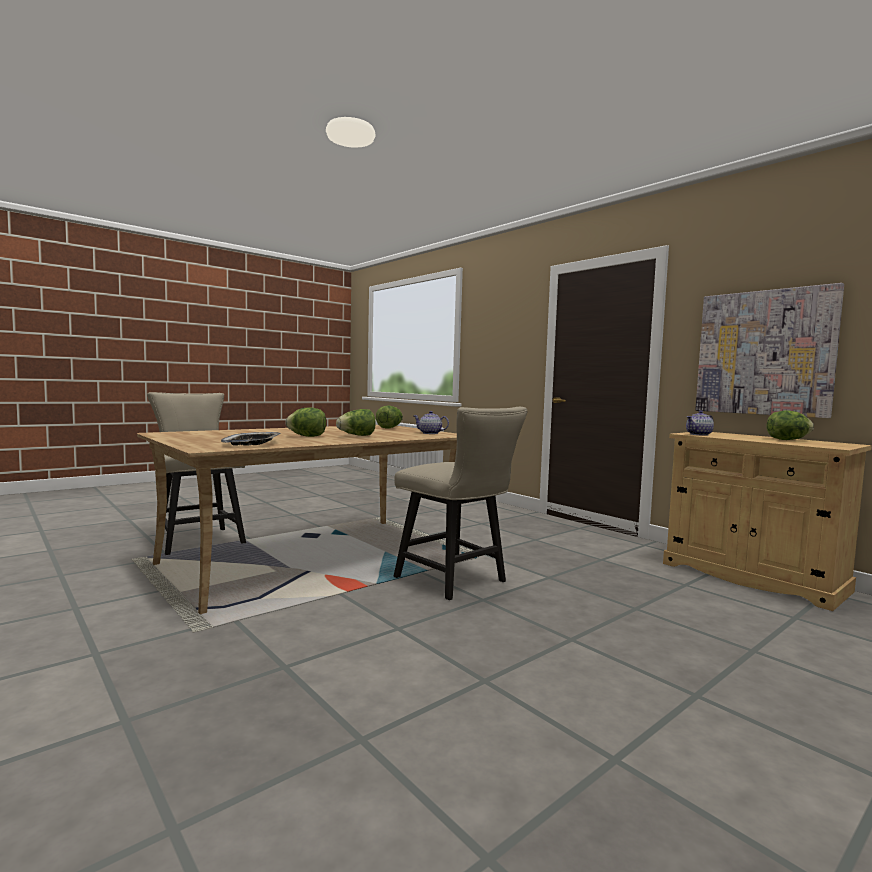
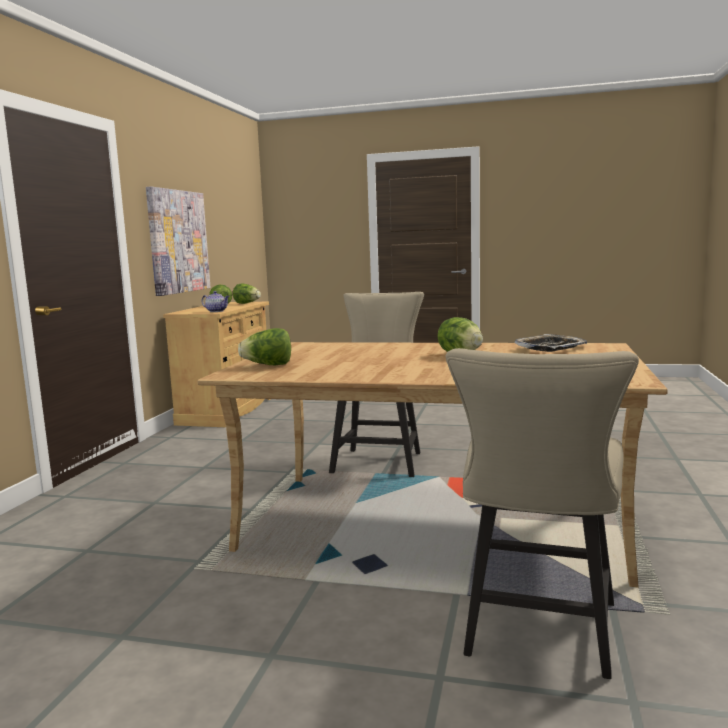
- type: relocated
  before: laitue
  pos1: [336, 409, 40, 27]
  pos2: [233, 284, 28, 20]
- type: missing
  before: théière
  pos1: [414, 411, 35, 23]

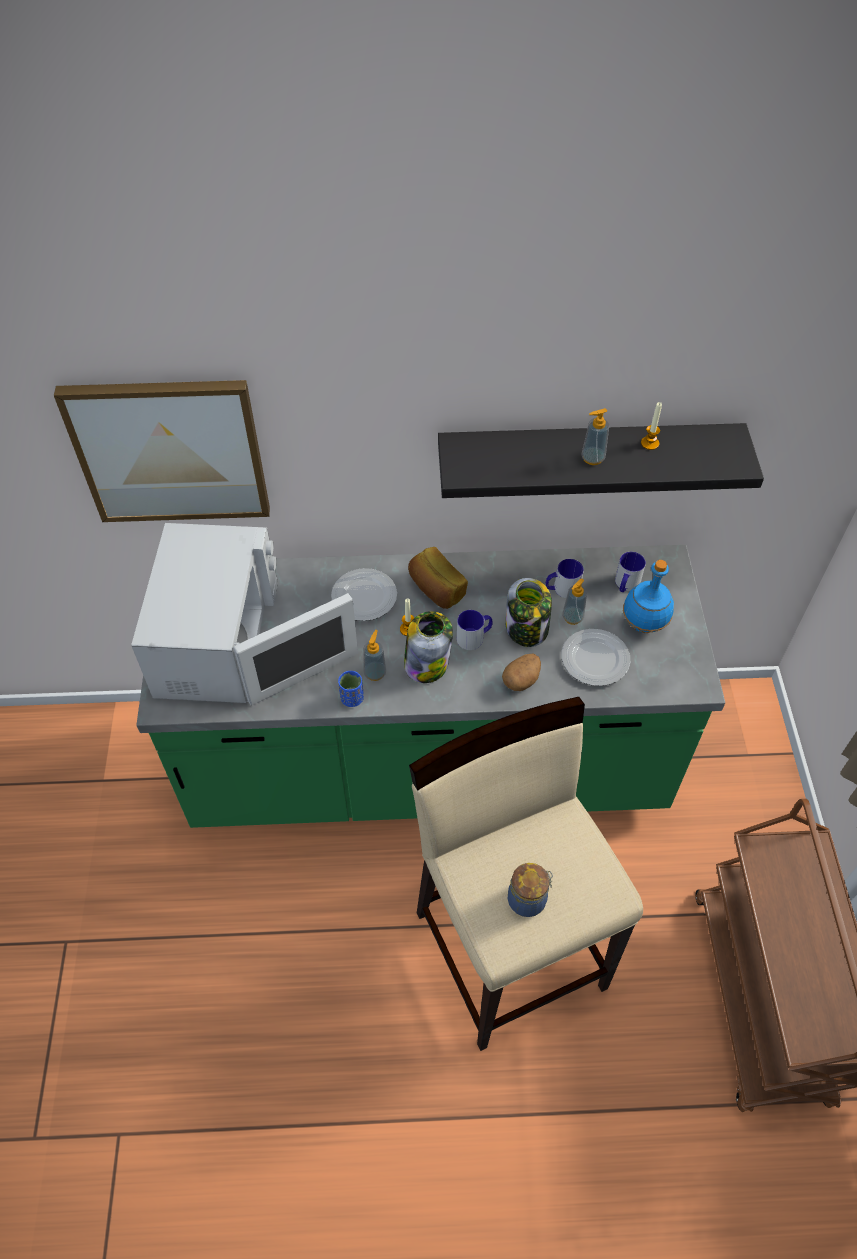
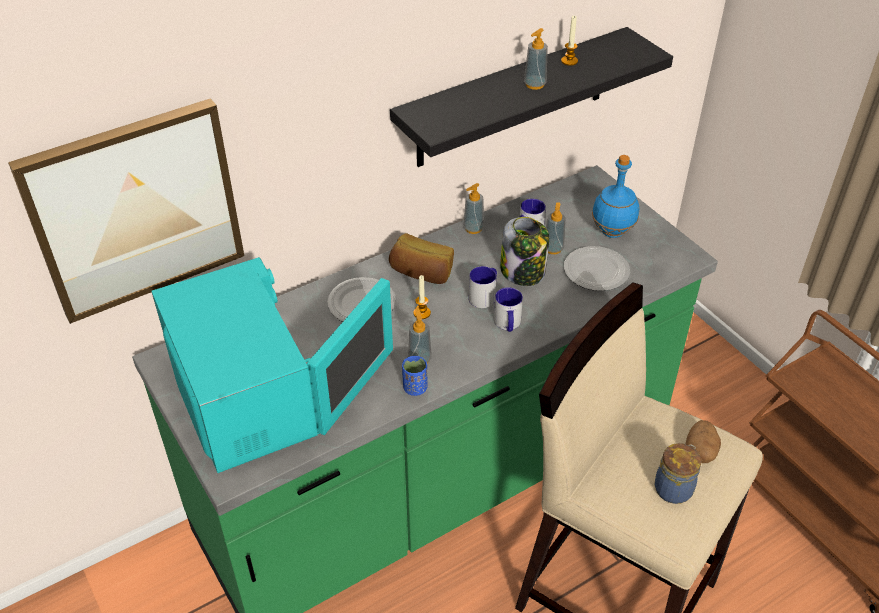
- type: colour
  before: micro-ondes [blanc]
  after: micro-ondes [turquoise]
  pos1: [131, 523, 227, 183]
  pos2: [151, 257, 242, 216]
- type: appeared
  after: distributeur de savon
  pos2: [463, 183, 21, 51]
- type: relocated
  before: mug
  pos1: [615, 552, 31, 40]
  pos2: [494, 287, 29, 45]
- type: relocated
  before: pomme de terre
  pos1: [502, 653, 39, 38]
  pos2: [686, 420, 35, 43]
- type: missing
  before: bocal
  pos1: [404, 611, 49, 72]

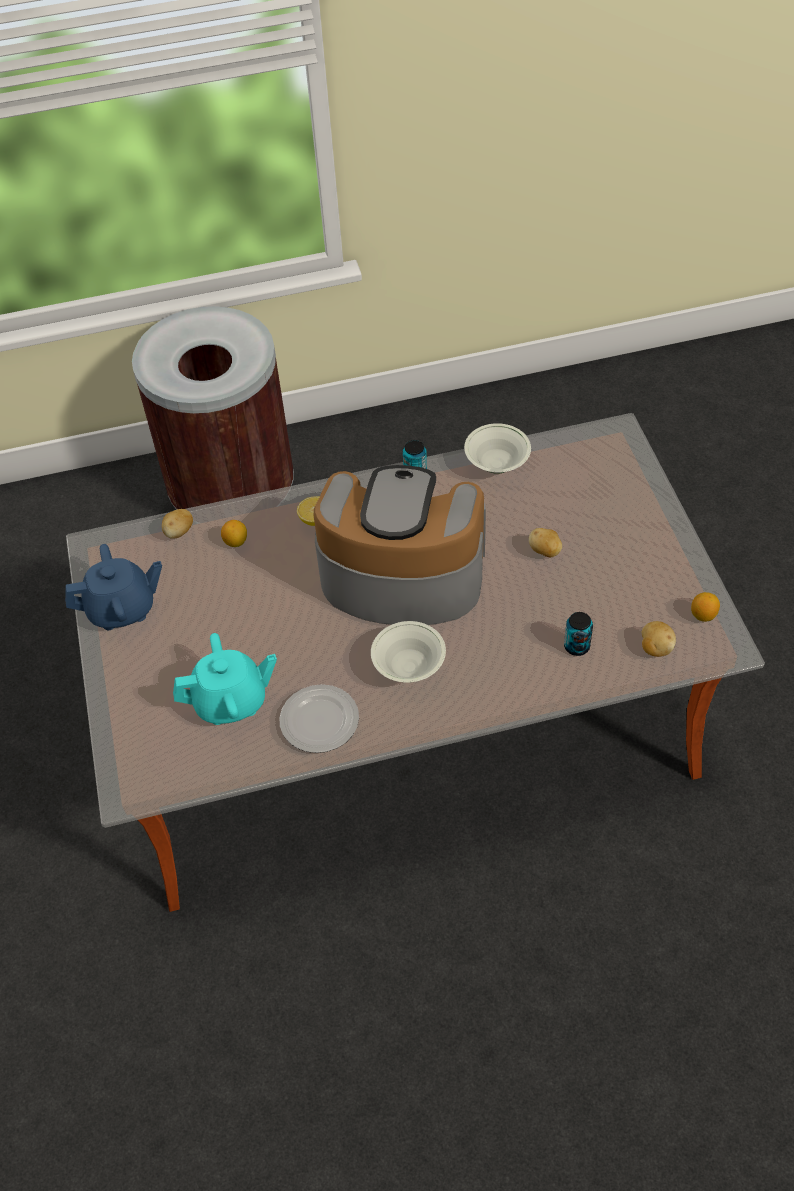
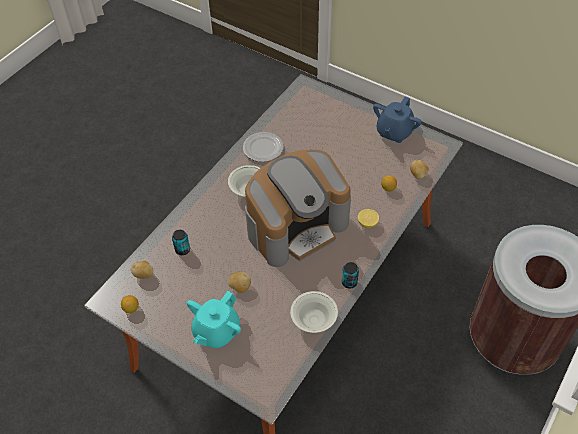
- type: relocated
  before: théière [turquoise]
  pos1: [173, 633, 104, 92]
  pos2: [187, 291, 54, 57]

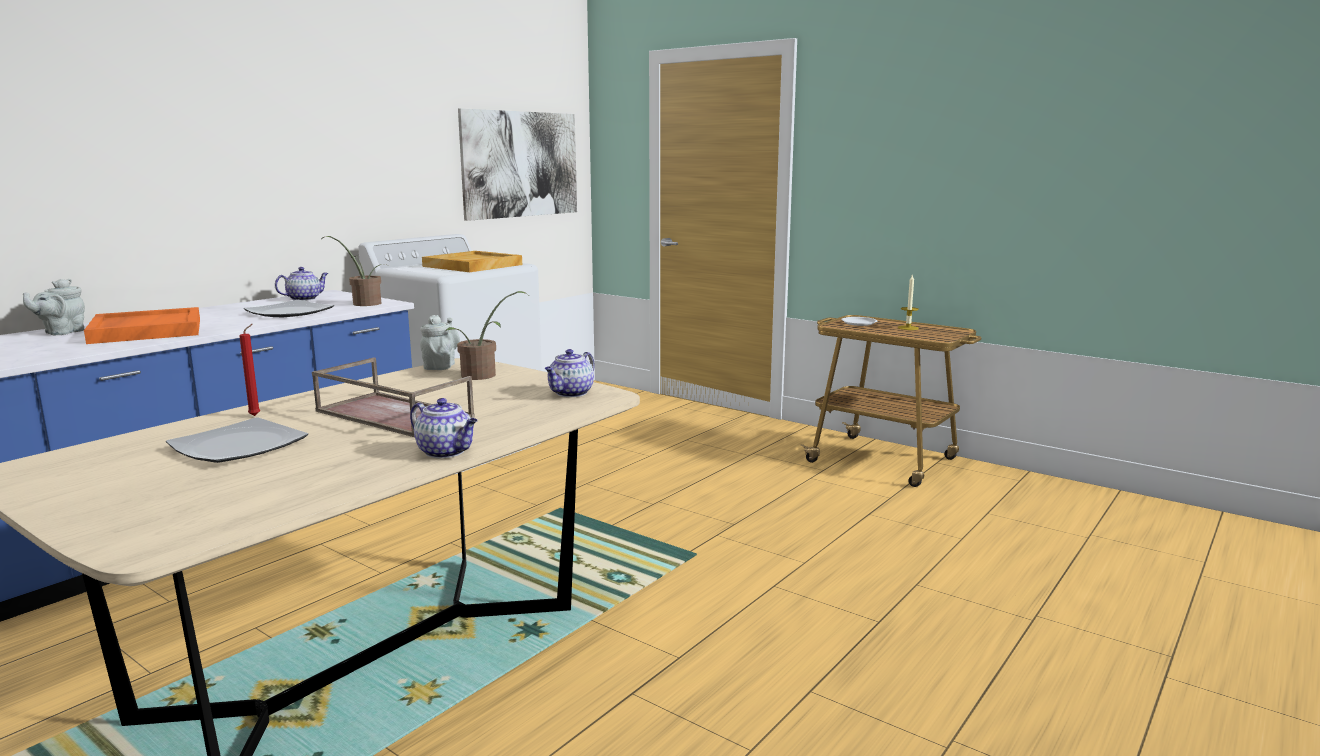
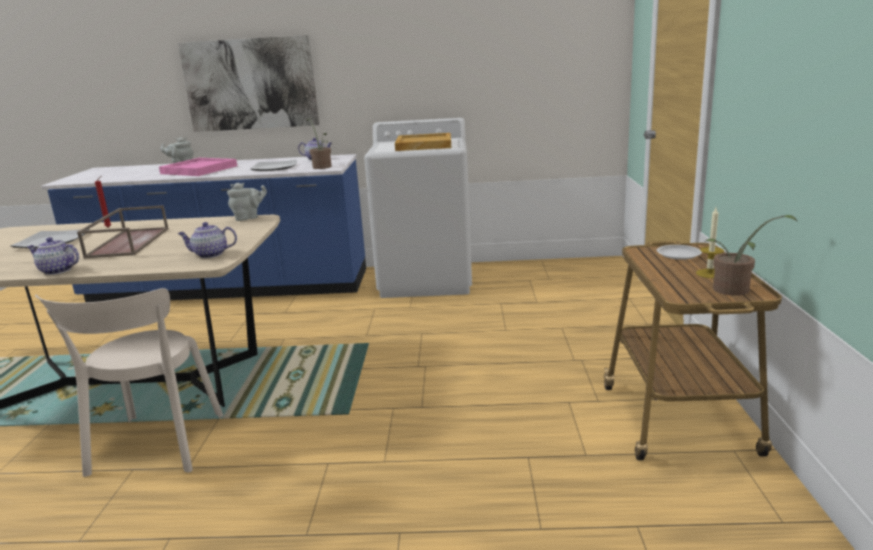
- type: spun
  before: théière
  pos1: [410, 398, 68, 60]
  pos2: [27, 237, 52, 38]
  turn: 105
- type: appeared
  after: chaise [beige]
  pos2: [35, 288, 188, 189]
- type: colour
  before: plateau [orange]
  after: plateau [rose]
  pos1: [84, 307, 116, 37]
  pos2: [159, 158, 78, 18]
- type: relocated
  before: tableau
  pos1: [458, 108, 119, 113]
  pos2: [178, 35, 141, 97]
- type: relocated
  before: plante en pot
  pos1: [445, 291, 83, 89]
  pos2: [704, 215, 94, 81]

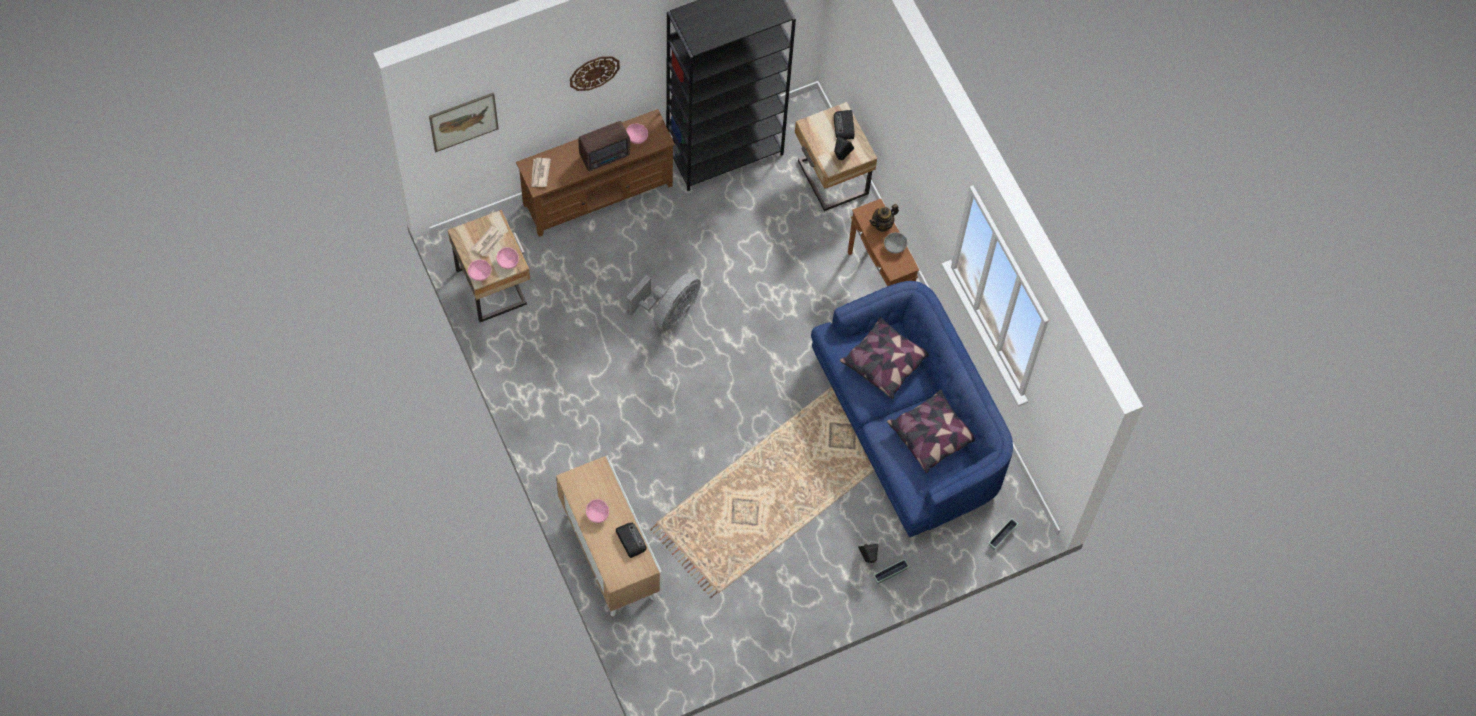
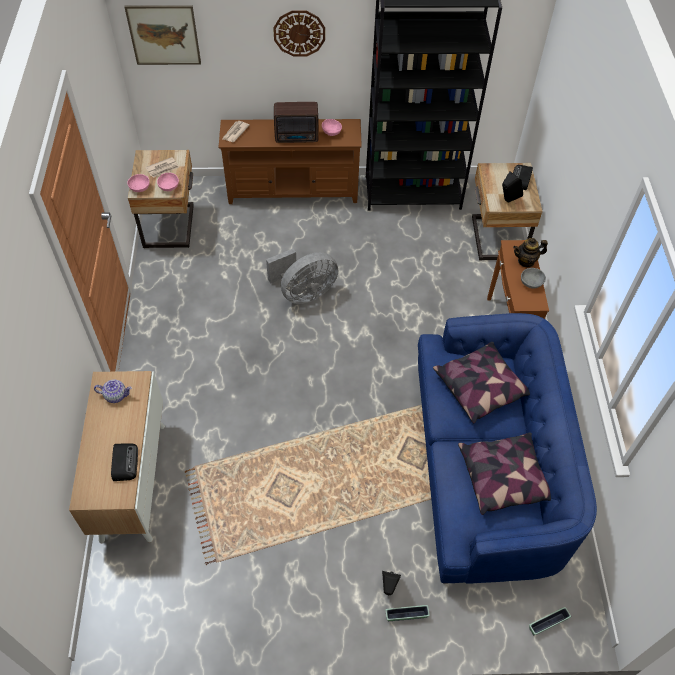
- type: appeared
  after: théière
  pos2: [94, 380, 38, 23]
- type: missing
  before: bol [rose]
  pos1: [586, 499, 23, 24]

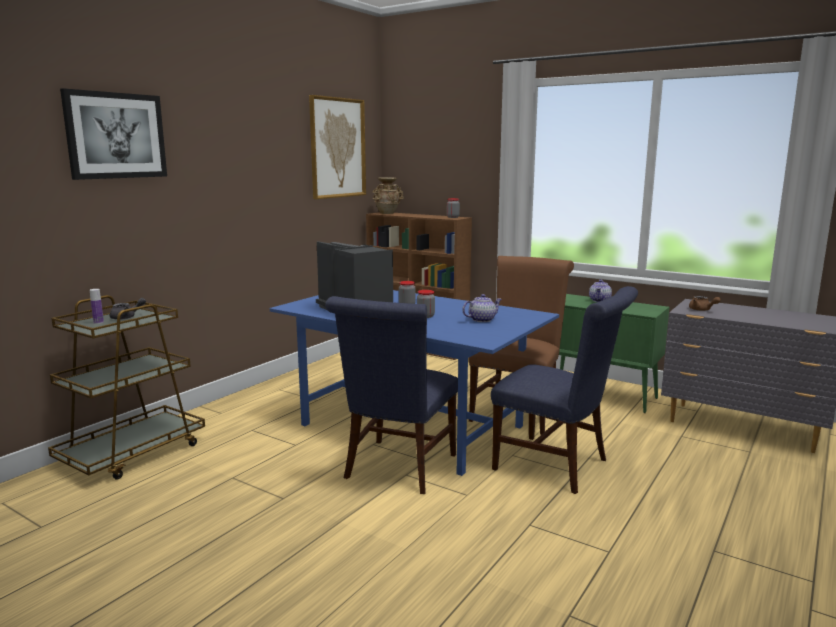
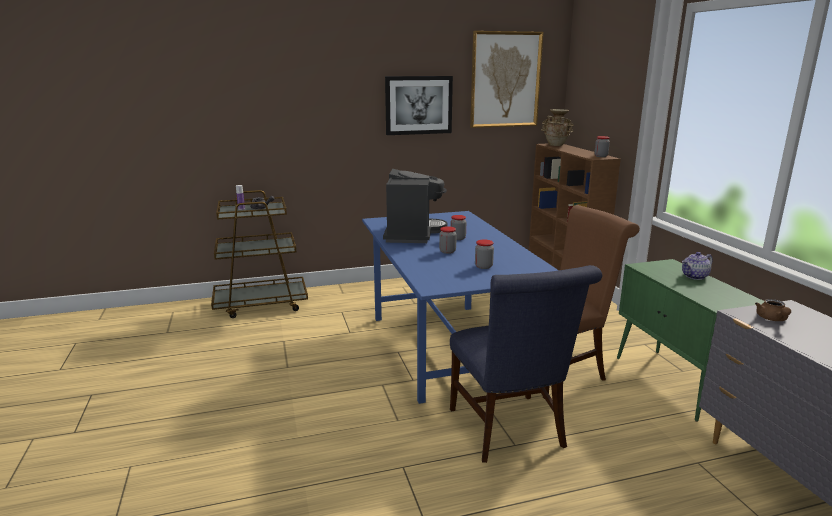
- type: relocated
  before: tableau
  pos1: [60, 88, 107, 92]
  pos2: [385, 76, 68, 59]
- type: exchanged
  before: théière
  after: bocal
  pos1: [462, 294, 40, 28]
  pos2: [475, 239, 19, 30]
- type: missing
  before: chaise [bleu]
  pos1: [325, 296, 133, 198]

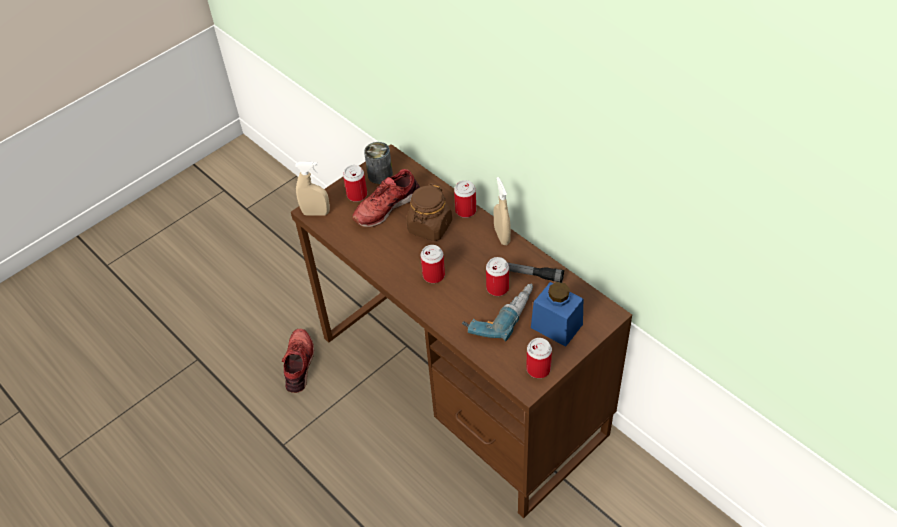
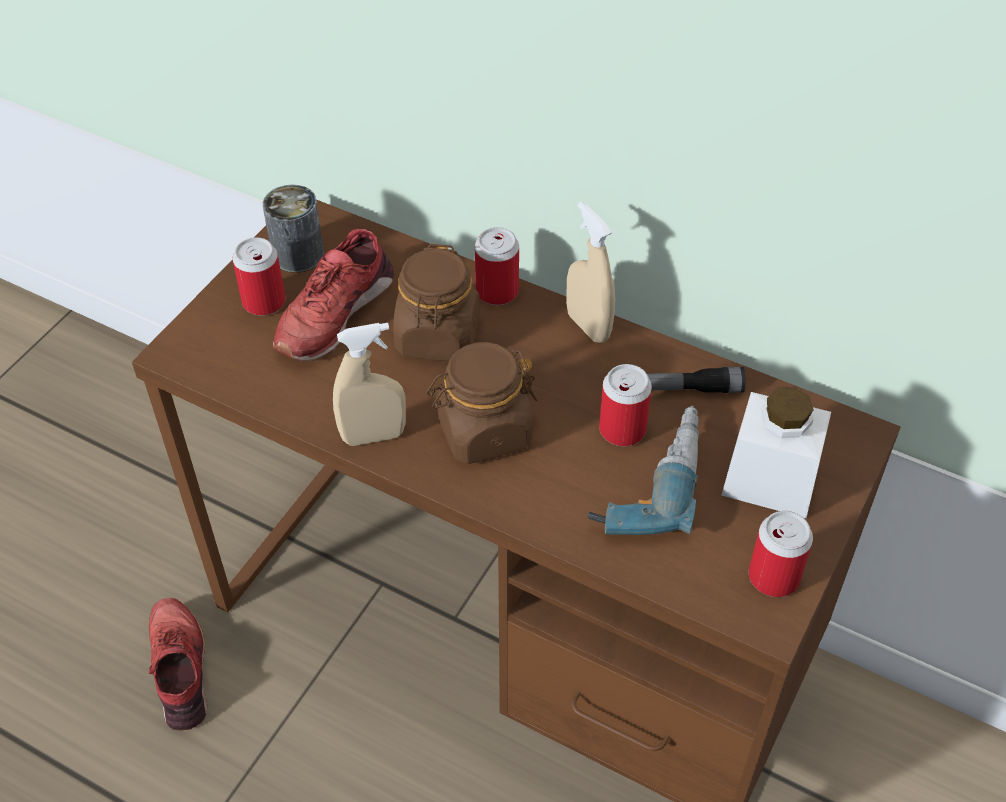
- type: relocated
  before: vaporisateur [beige]
  pos1: [295, 162, 35, 54]
  pos2: [333, 323, 73, 123]
- type: exchanged
  before: boîte métallique
  after: bocal [marron]
  pos1: [421, 245, 24, 38]
  pos2: [426, 342, 112, 122]
- type: colour
  before: bocal [bleu]
  after: bocal [blanc]
  pos1: [531, 282, 52, 65]
  pos2: [721, 387, 110, 131]

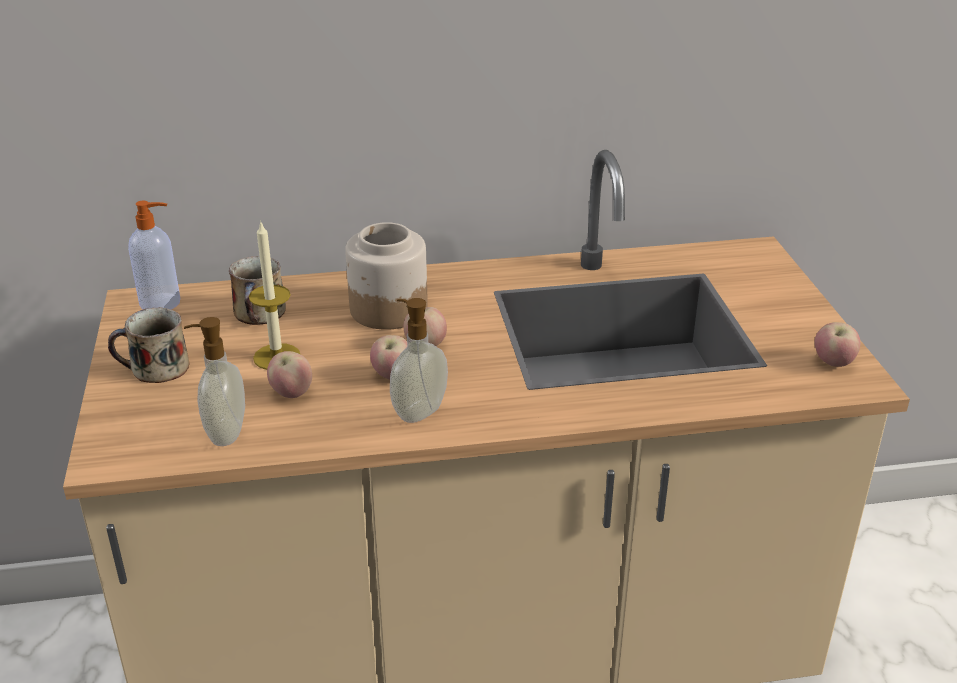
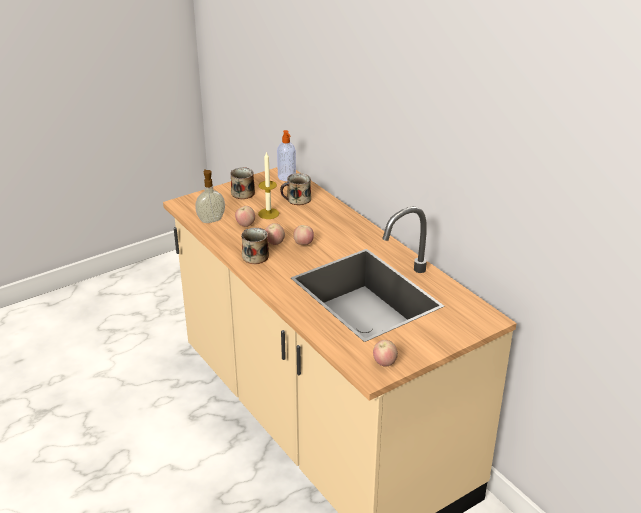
- type: exchanged
  before: distributeur de savon
  after: mug
  pos1: [390, 298, 58, 125]
  pos2: [241, 228, 28, 36]
- type: missing
  before: bocal
  pos1: [345, 222, 83, 108]

